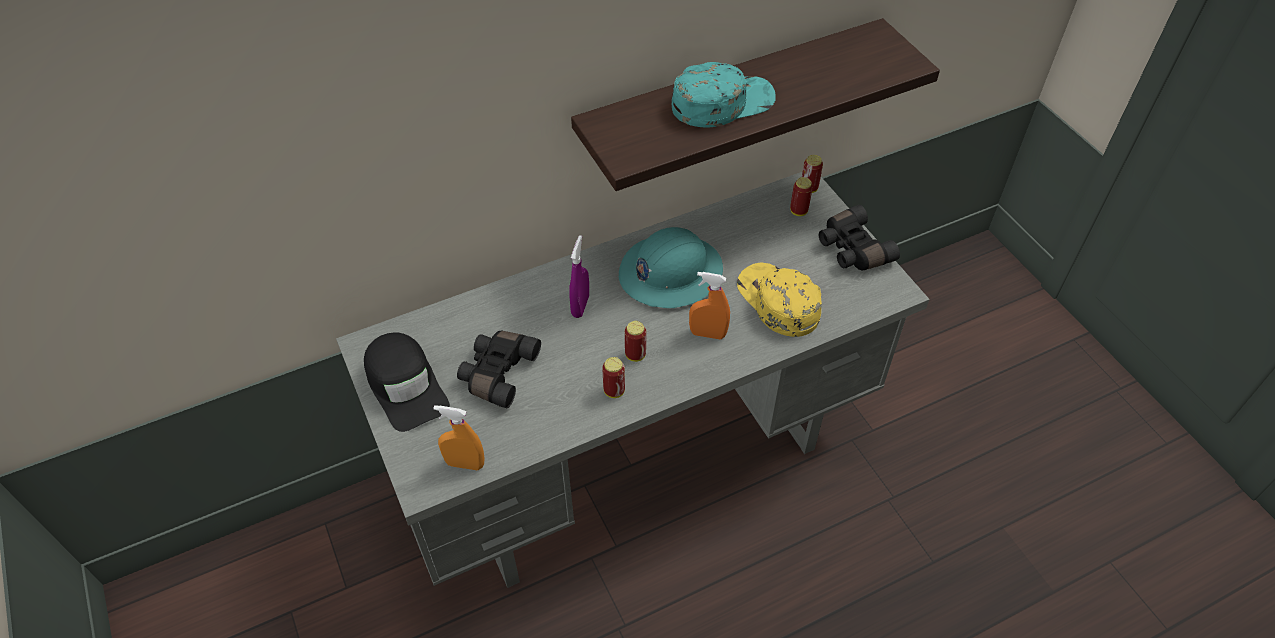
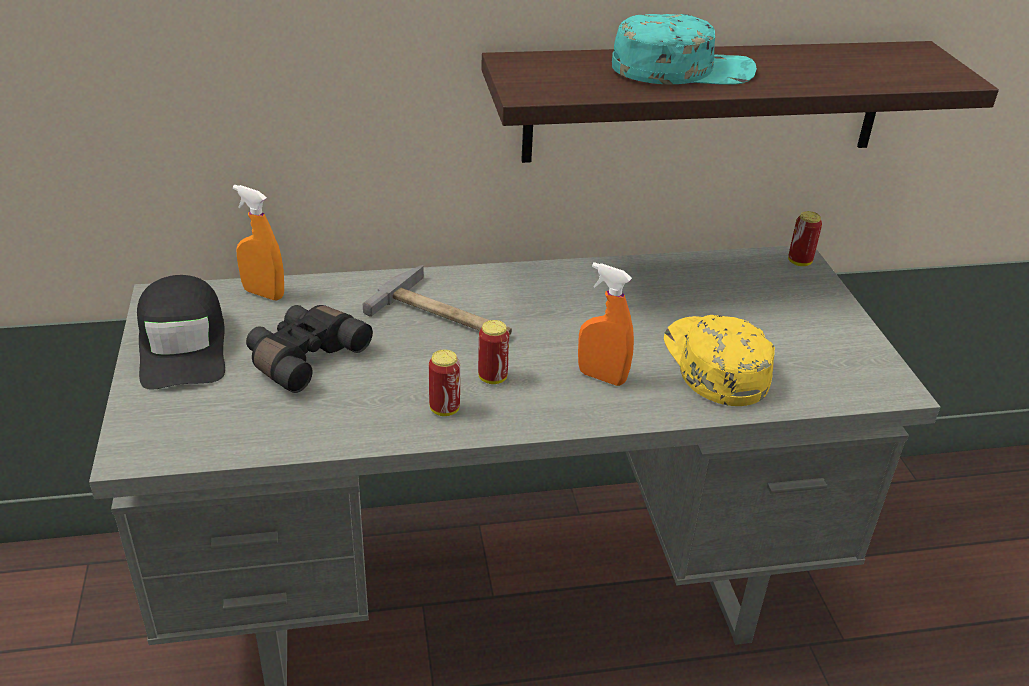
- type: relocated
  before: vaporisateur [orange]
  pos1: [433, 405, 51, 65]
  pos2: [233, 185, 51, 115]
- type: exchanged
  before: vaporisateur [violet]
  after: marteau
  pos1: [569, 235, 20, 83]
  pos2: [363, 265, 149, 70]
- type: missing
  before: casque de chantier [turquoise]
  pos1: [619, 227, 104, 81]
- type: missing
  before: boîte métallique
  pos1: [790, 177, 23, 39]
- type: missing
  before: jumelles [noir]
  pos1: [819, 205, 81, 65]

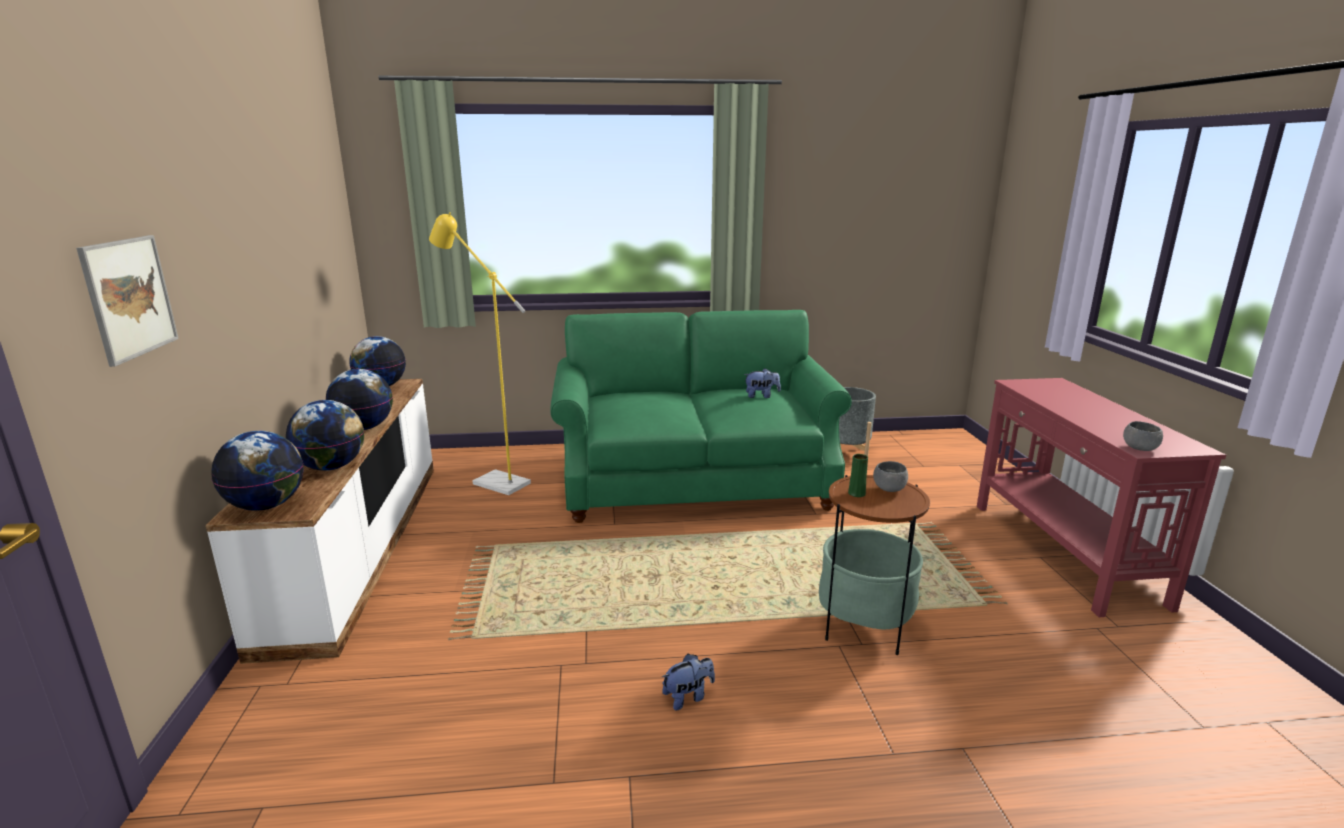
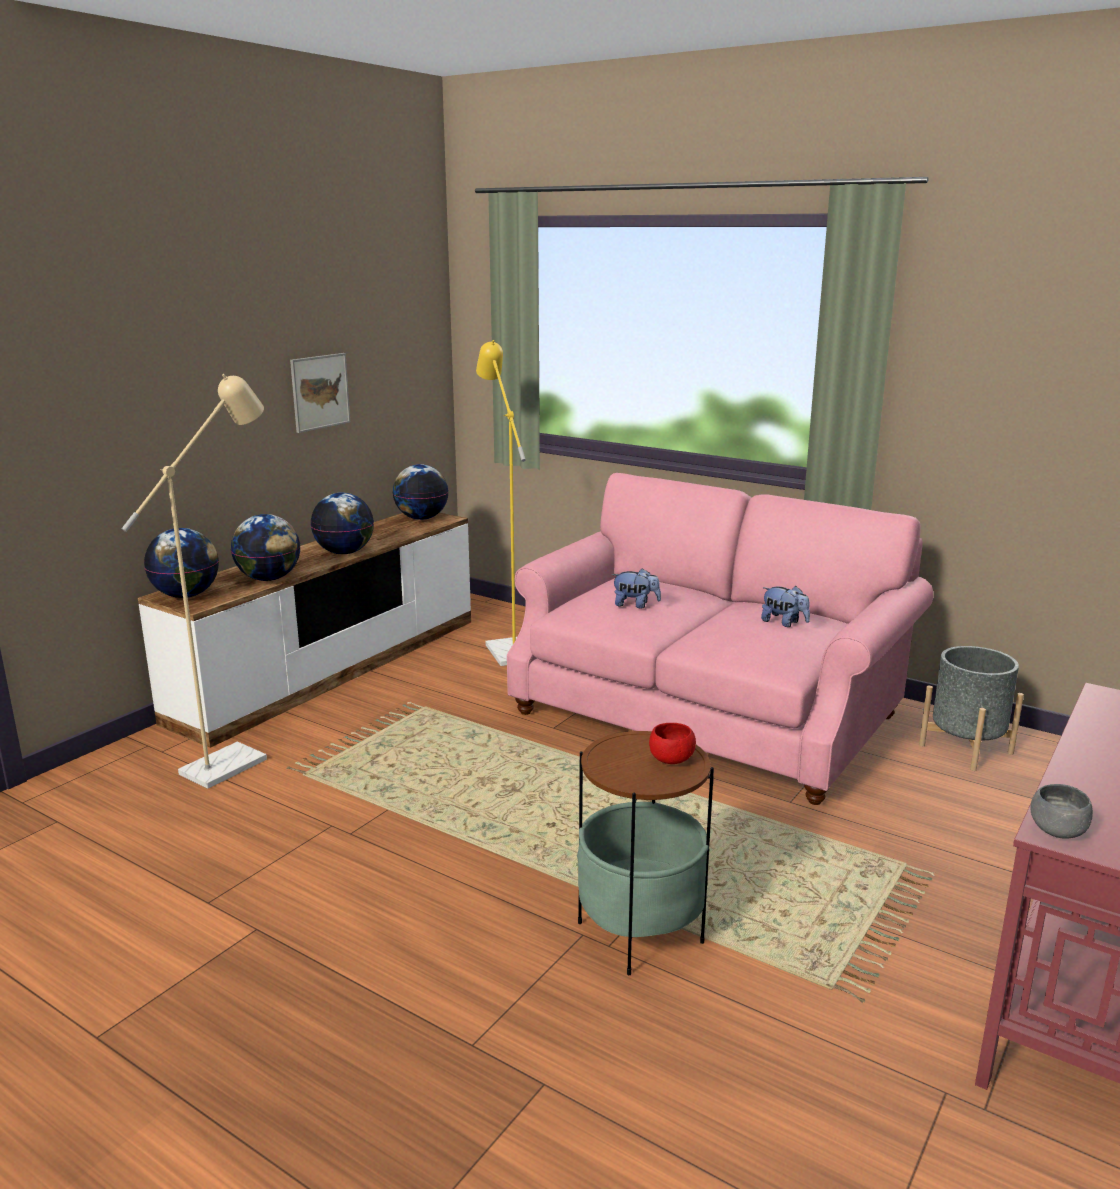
- type: appeared
  after: lampadaire [beige]
  pos2: [122, 374, 145, 415]
- type: relocated
  before: tableau
  pos1: [76, 235, 103, 132]
  pos2: [290, 353, 60, 80]
- type: colour
  before: canapé [vert]
  after: canapé [rose]
  pos1: [551, 310, 301, 213]
  pos2: [507, 473, 426, 332]
- type: relocated
  before: peluche
  pos1: [662, 654, 53, 57]
  pos2: [612, 568, 49, 41]
- type: colour
  before: bol [gris]
  after: bol [rouge]
  pos1: [873, 461, 35, 31]
  pos2: [649, 723, 47, 41]
- type: missing
  before: vase [vert]
  pos1: [848, 454, 20, 43]

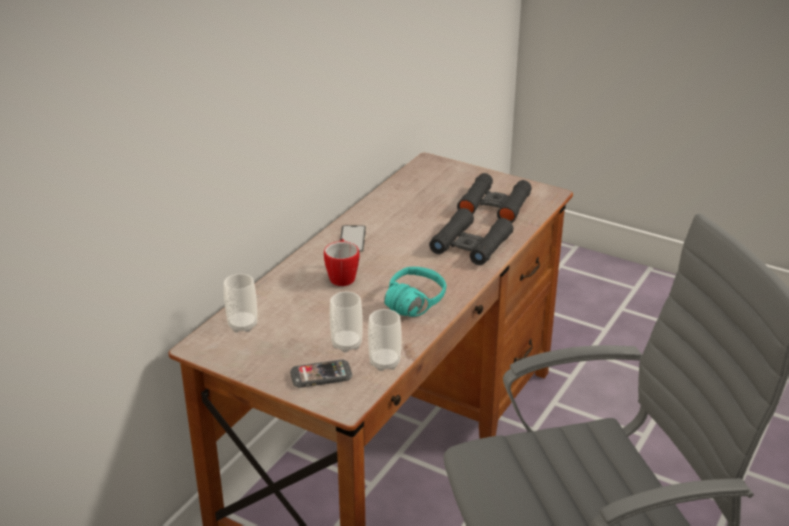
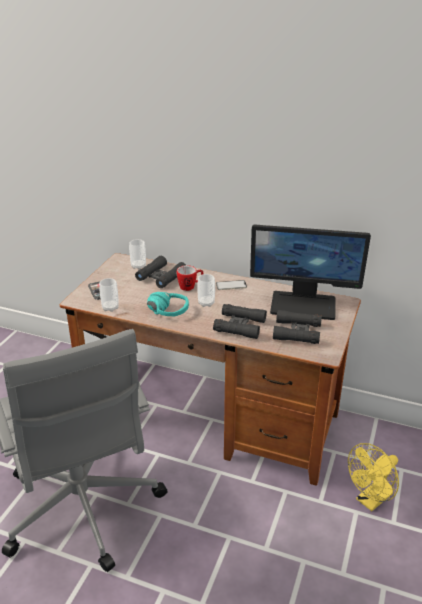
- type: appeared
  after: jumelles [noir]
  pos2: [135, 256, 51, 32]
- type: relocated
  before: tasse
  pos1: [330, 292, 33, 61]
  pos2: [197, 274, 18, 33]
- type: appeared
  after: écran d'ordinateur
  pos2: [250, 224, 121, 96]
- type: appeared
  after: ventilateur [jaune]
  pos2: [348, 443, 51, 68]

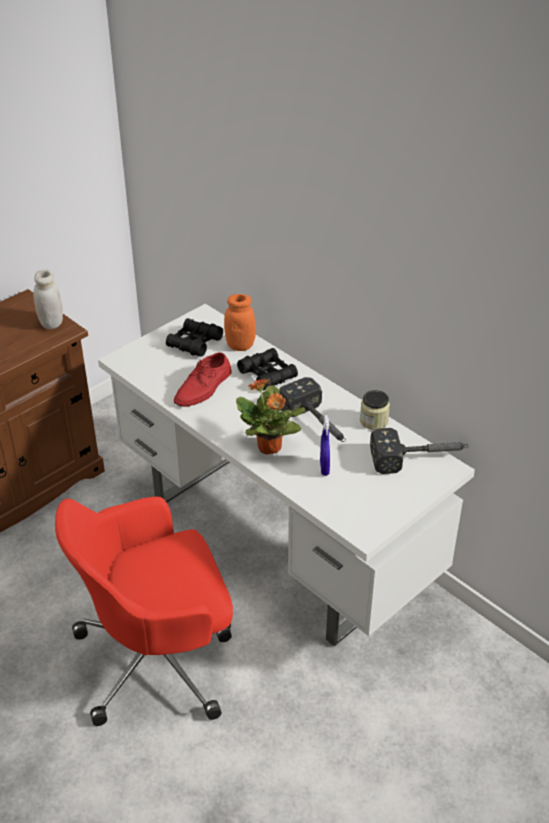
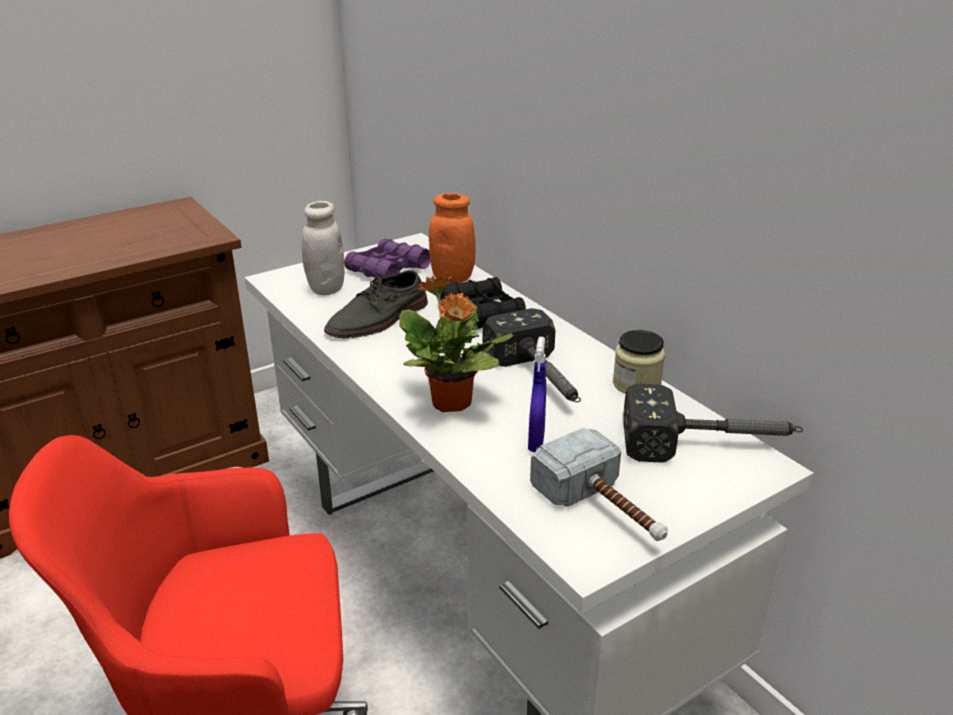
- type: relocated
  before: bocal [blanc]
  pos1: [33, 270, 30, 59]
  pos2: [302, 201, 43, 94]
- type: colour
  before: chaussure [rouge]
  after: chaussure [gris]
  pos1: [174, 352, 58, 55]
  pos2: [324, 270, 104, 68]
- type: colour
  before: jumelles [noir]
  after: jumelles [violet]
  pos1: [166, 318, 57, 38]
  pos2: [344, 238, 87, 40]
- type: appeared
  after: marteau
  pos2: [530, 427, 138, 114]

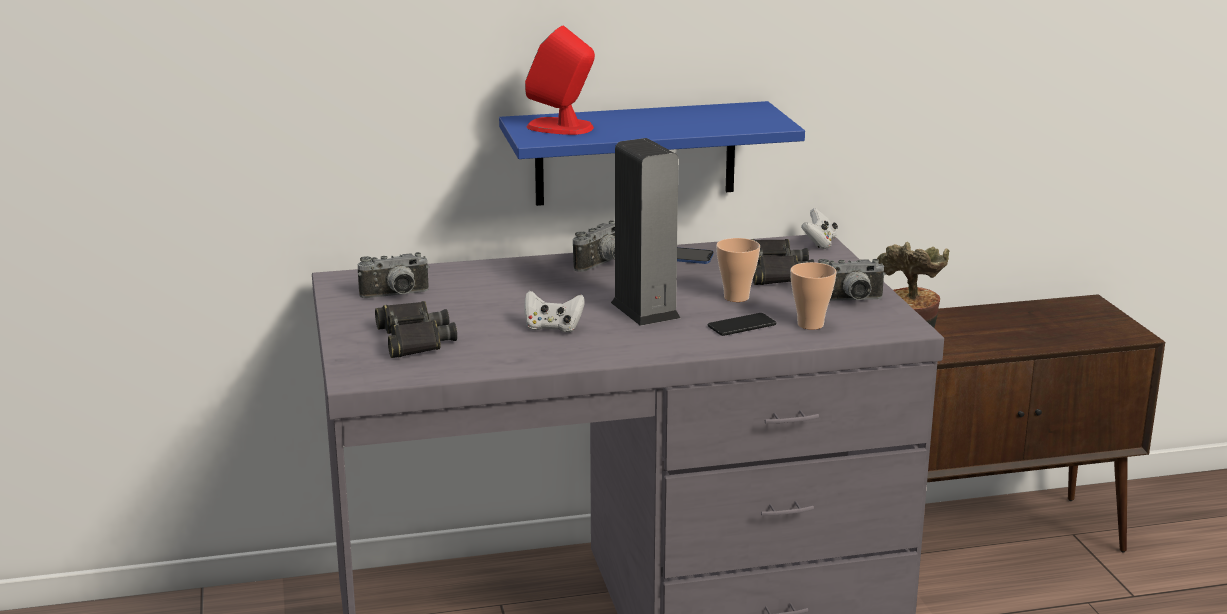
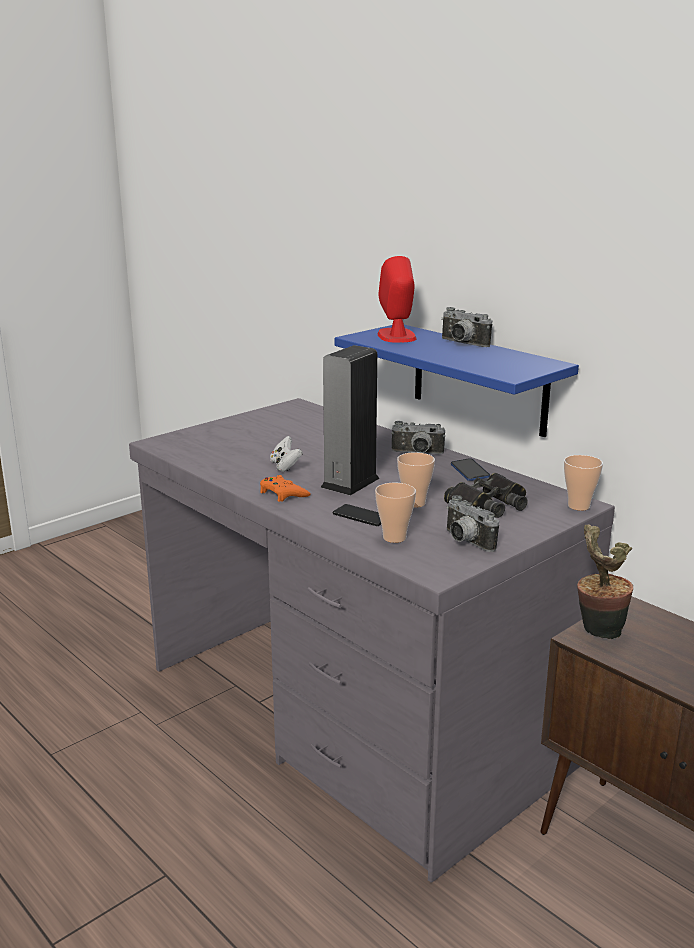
- type: appeared
  after: manette [orange]
  pos2: [260, 475, 51, 27]
- type: relocated
  before: appareil photo
  pos1: [358, 252, 71, 46]
  pos2: [441, 307, 51, 40]
- type: exchanged
  before: manette [blanc]
  after: tasse
  pos1: [801, 208, 37, 41]
  pos2: [564, 455, 39, 56]
- type: missing
  before: jumelles [noir]
  pos1: [375, 301, 82, 57]

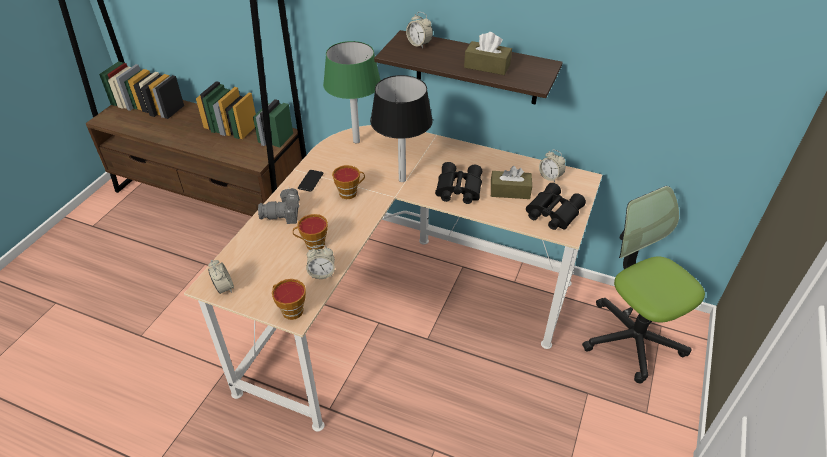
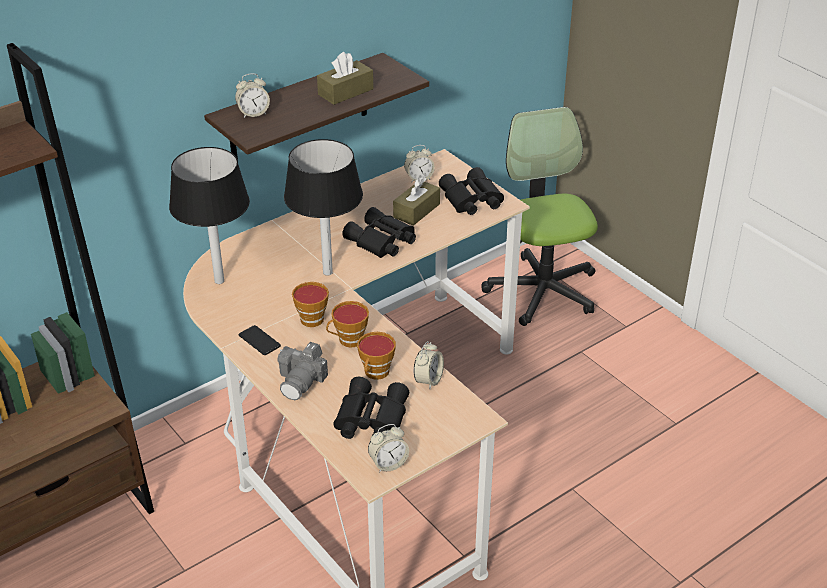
- type: colour
  before: lampe de table [vert]
  after: lampe de table [noir]
  pos1: [323, 41, 58, 102]
  pos2: [169, 147, 81, 137]
- type: relocated
  before: tasse
  pos1: [272, 279, 34, 41]
  pos2: [326, 301, 43, 47]
- type: appeared
  after: jumelles [noir]
  pos2: [334, 377, 75, 62]
- type: spun
  before: réveil
  pos1: [208, 260, 26, 34]
  pos2: [368, 424, 41, 49]
  turn: 150
- type: spun
  before: chaise de bureau
  pos1: [582, 186, 123, 197]
  pos2: [481, 107, 117, 219]
  turn: 75

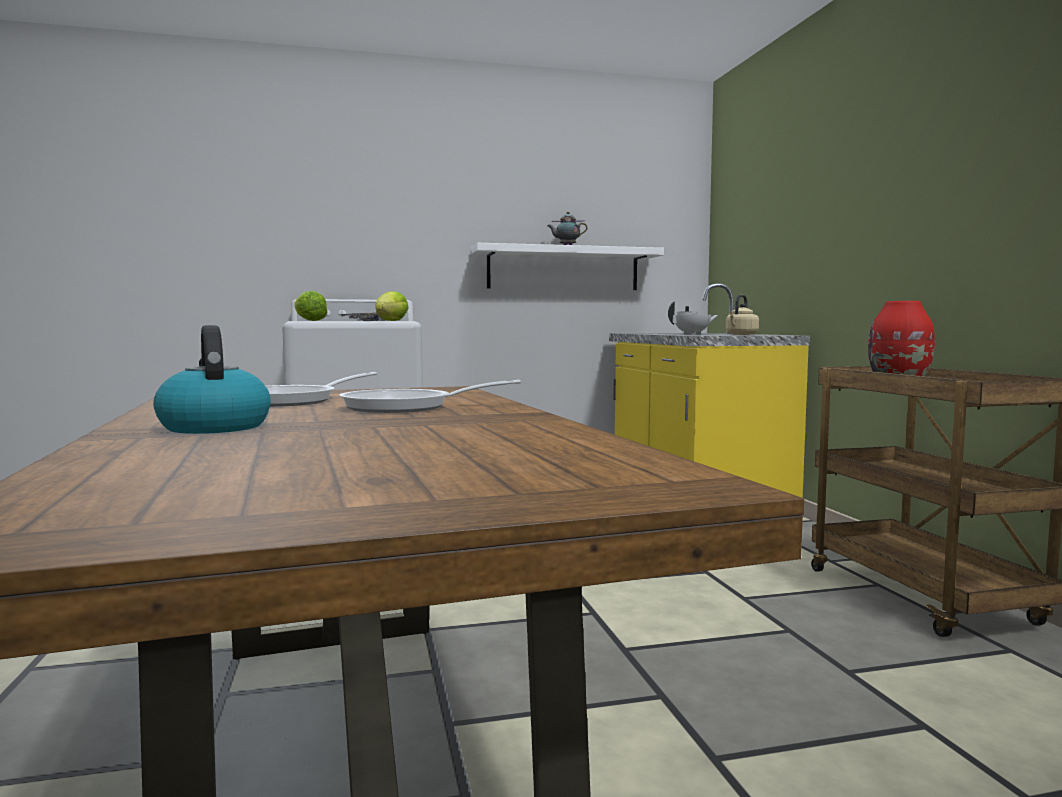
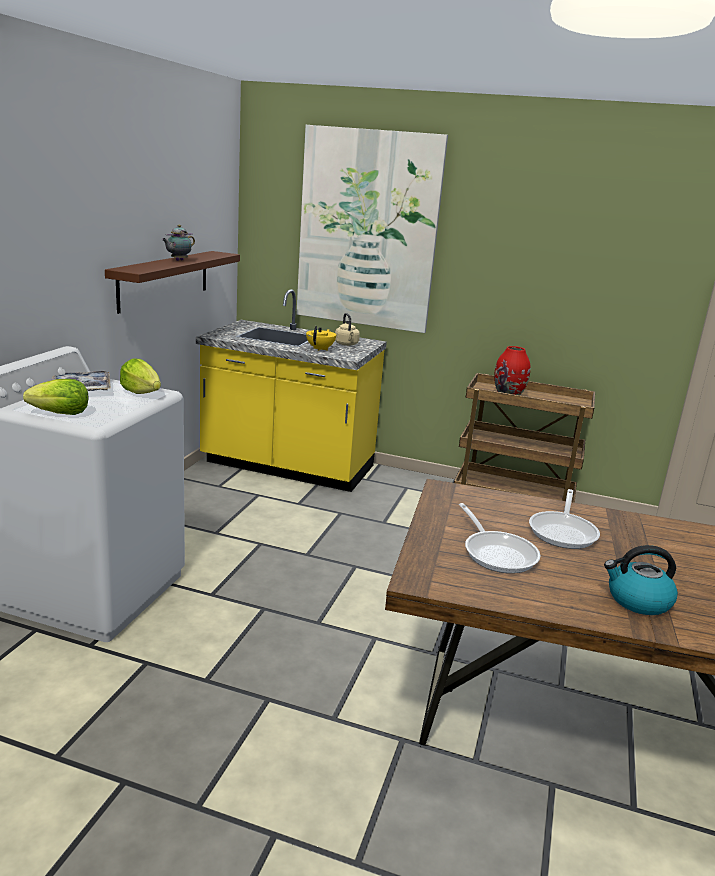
- type: colour
  before: étagère [blanc]
  after: étagère [marron]
  pos1: [471, 243, 193, 47]
  pos2: [105, 251, 135, 63]
- type: appeared
  after: tableau
  pos2: [296, 125, 152, 208]
- type: colour
  before: théière [blanc]
  after: théière [jaune]
  pos1: [668, 301, 50, 34]
  pos2: [306, 326, 30, 25]

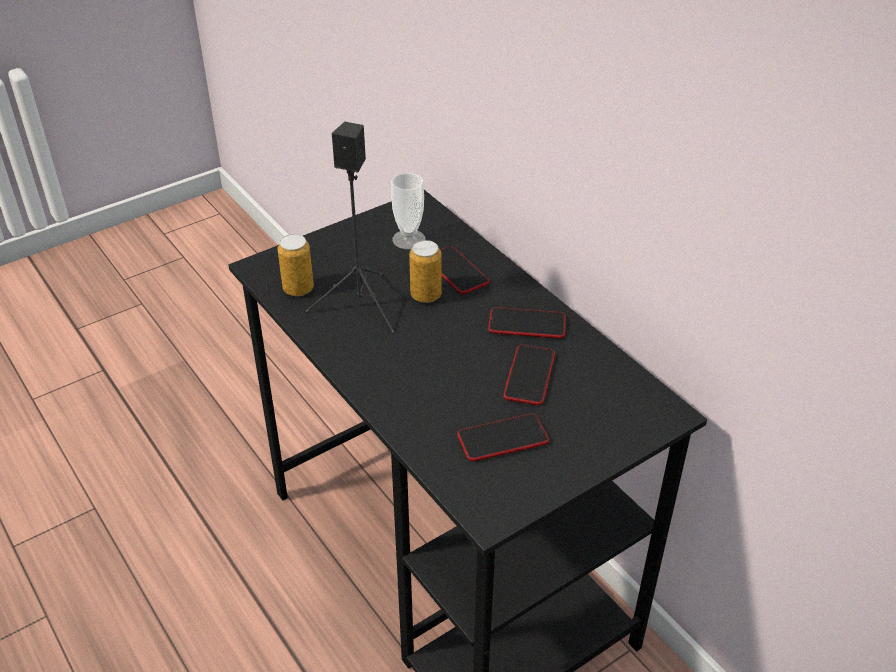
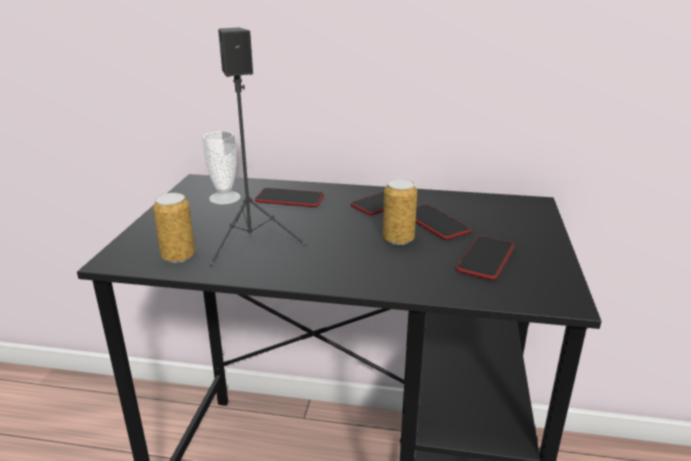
- type: relocated
  before: boîte métallique
  pos1: [409, 240, 33, 63]
  pos2: [383, 179, 34, 66]

